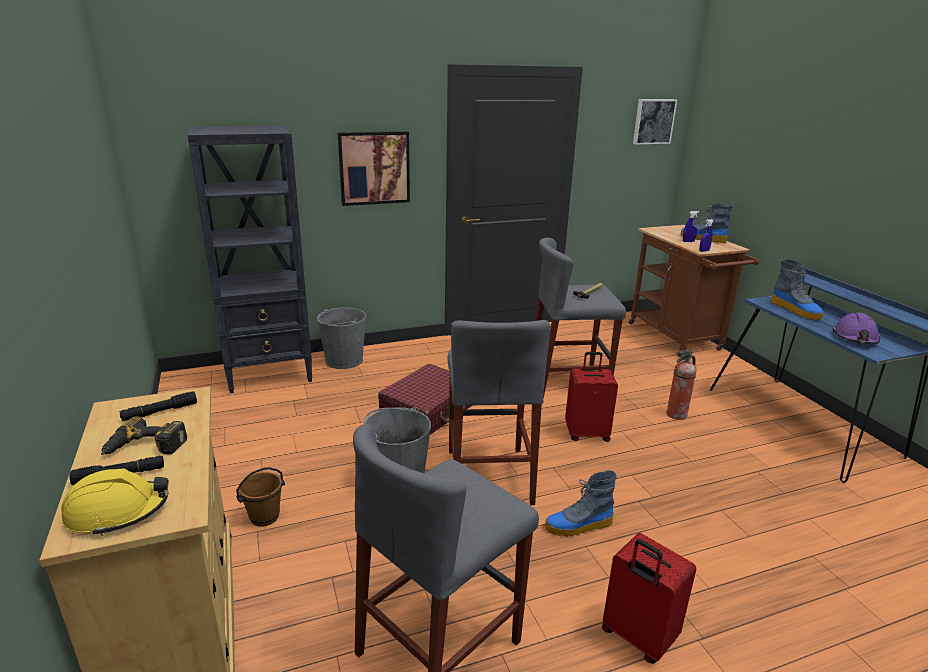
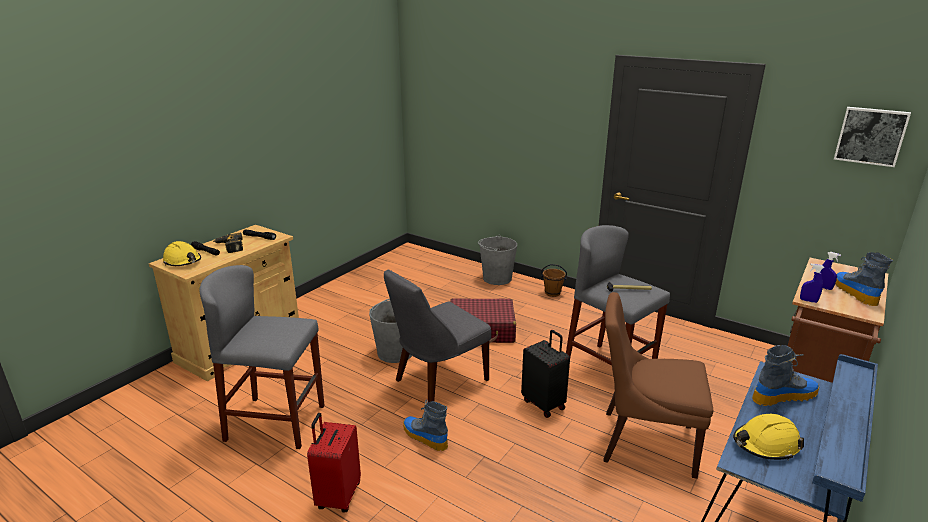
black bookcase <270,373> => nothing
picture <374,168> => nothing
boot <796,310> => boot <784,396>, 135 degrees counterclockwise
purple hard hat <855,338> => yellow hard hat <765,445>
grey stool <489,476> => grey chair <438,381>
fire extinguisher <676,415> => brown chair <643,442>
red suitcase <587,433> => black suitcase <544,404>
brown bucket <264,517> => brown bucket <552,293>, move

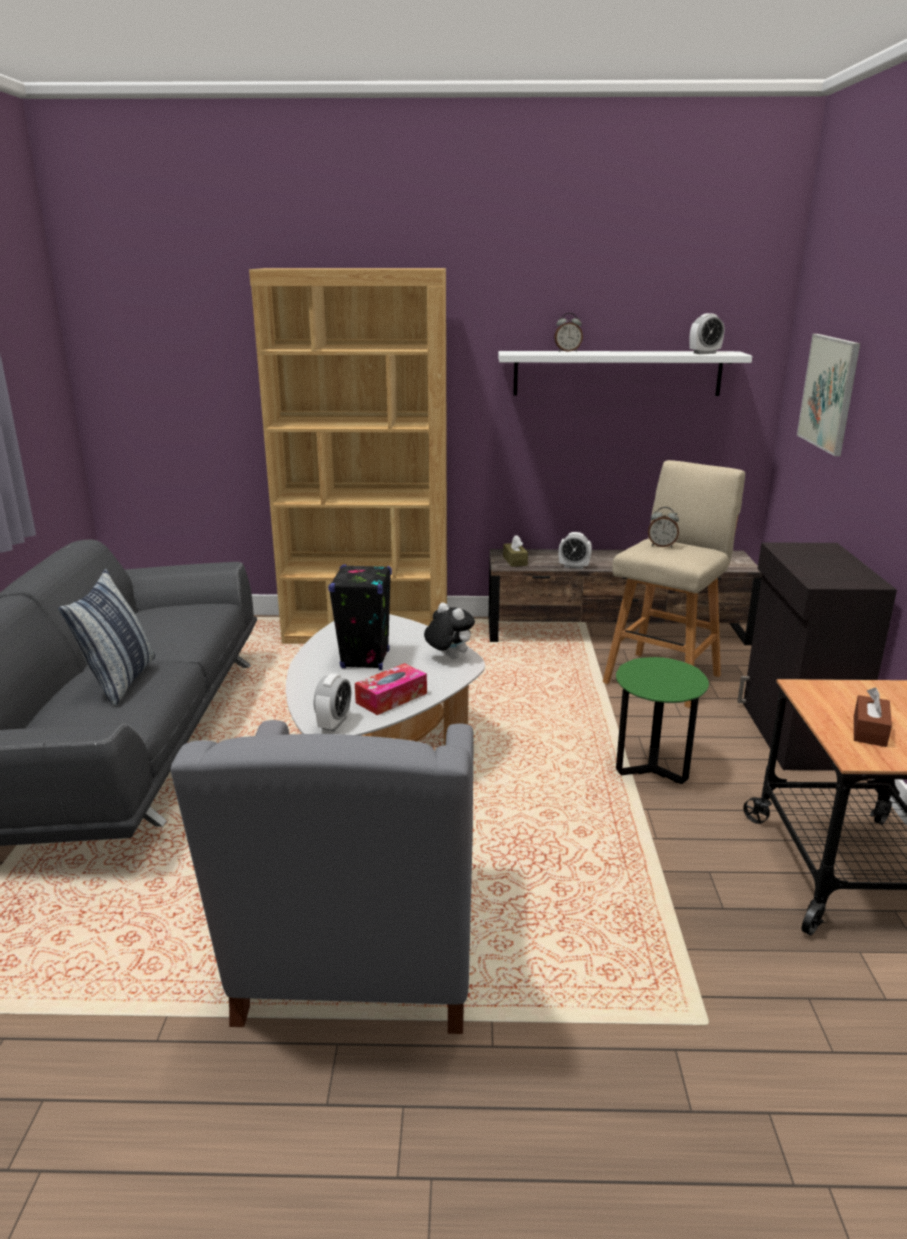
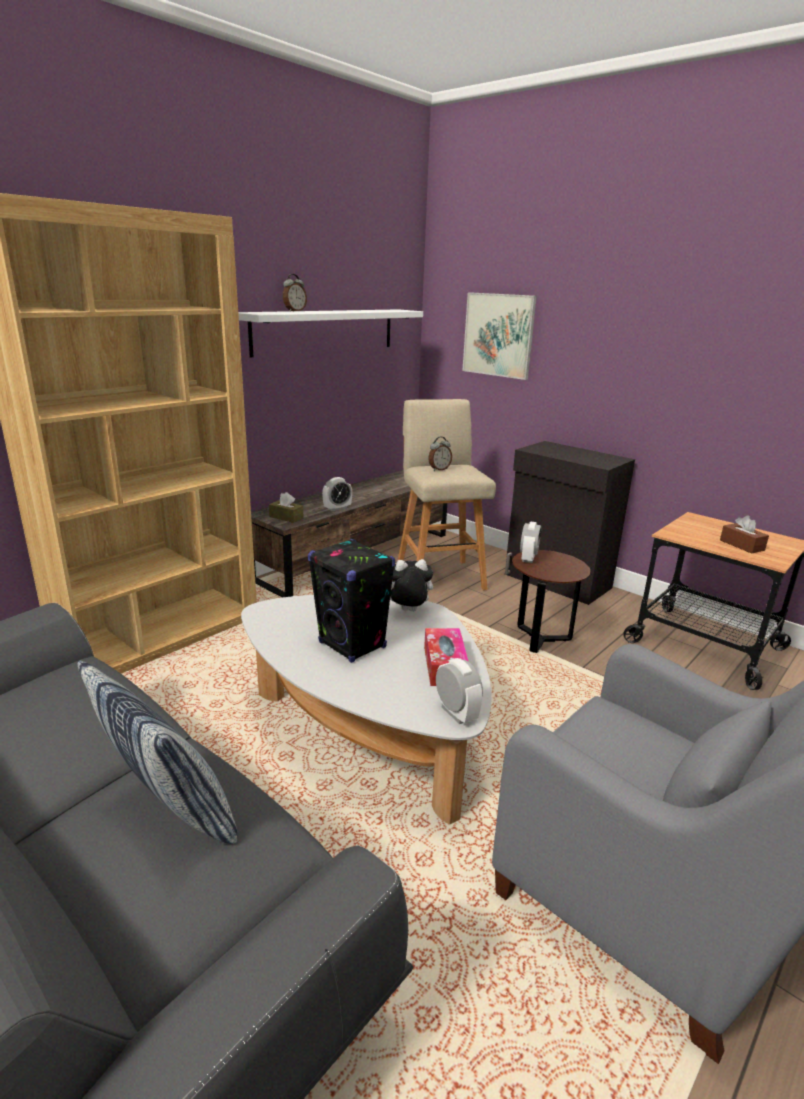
alarm clock <704,353> => alarm clock <528,558>, move
green side table <652,769> => brown side table <540,639>

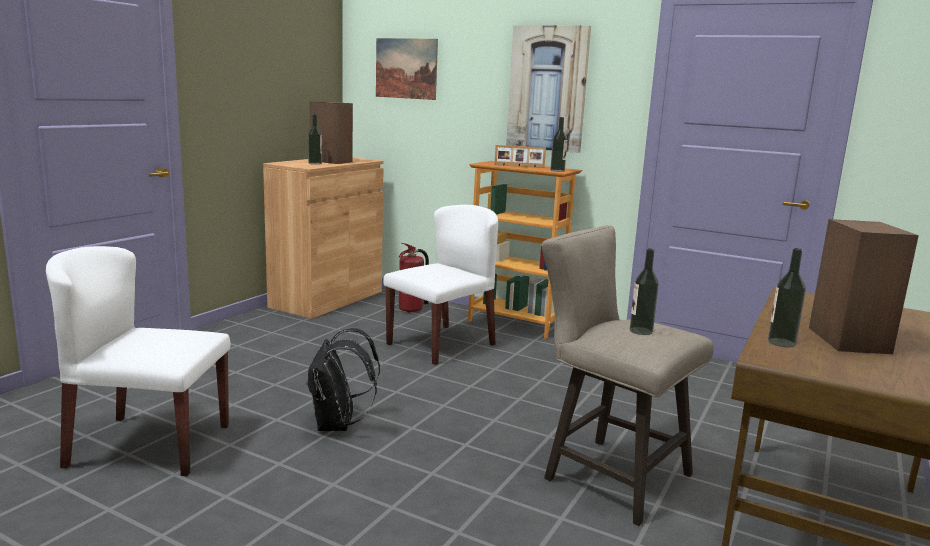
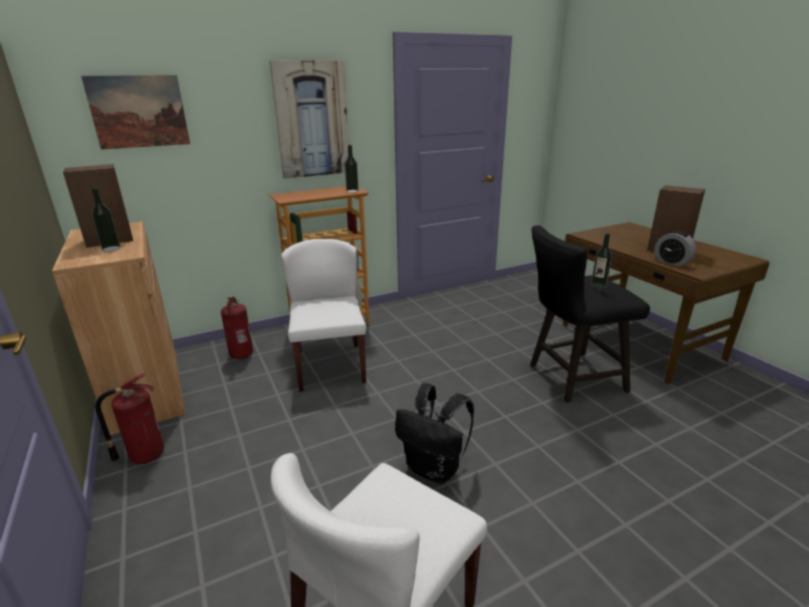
picture frame <519,166> => nothing
beige stool <607,474> => black stool <570,378>
bottle <781,342> => alarm clock <671,262>
nothing => fire extinguisher <145,455>

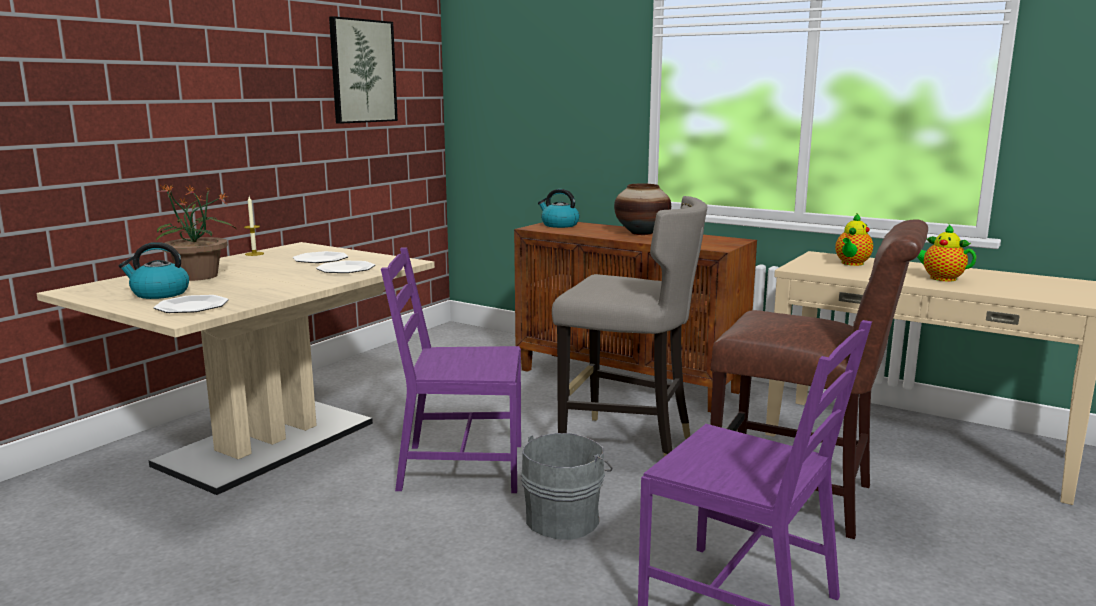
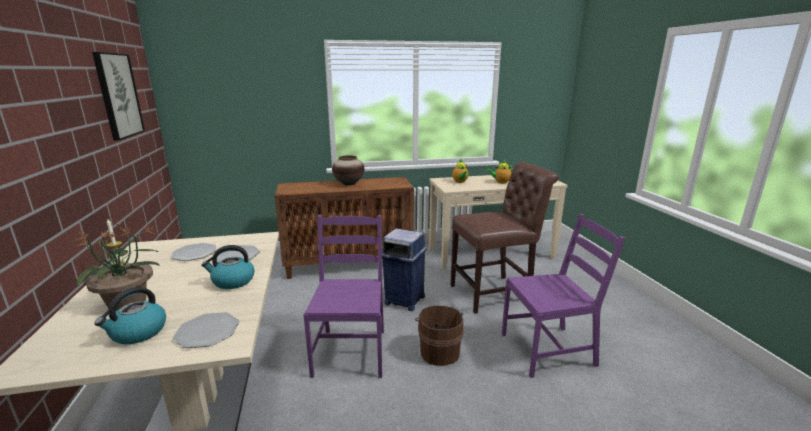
kettle <559,225> => kettle <233,281>, move
grey stool <627,446> => blue trash can <404,300>
purple chair <460,467> => purple chair <350,351>, 135 degrees clockwise
grey bucket <565,518> => brown bucket <439,351>

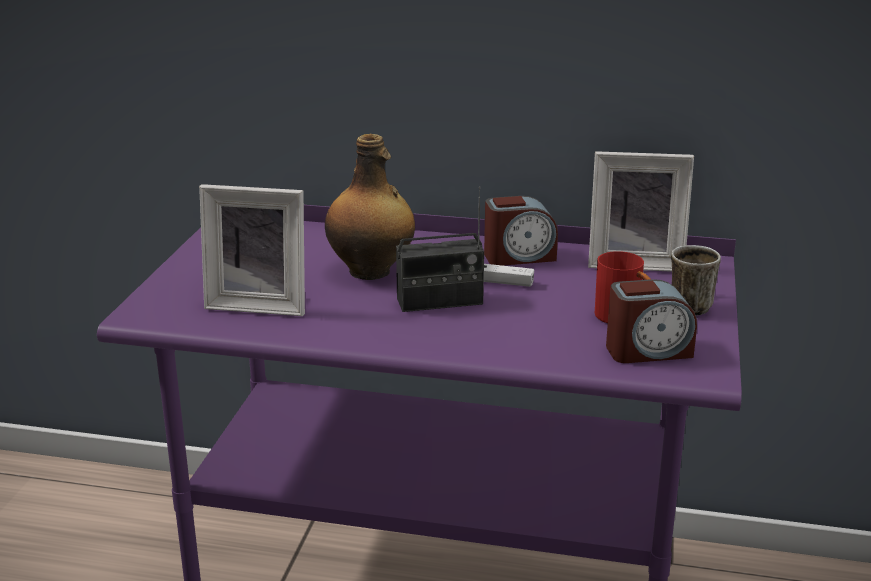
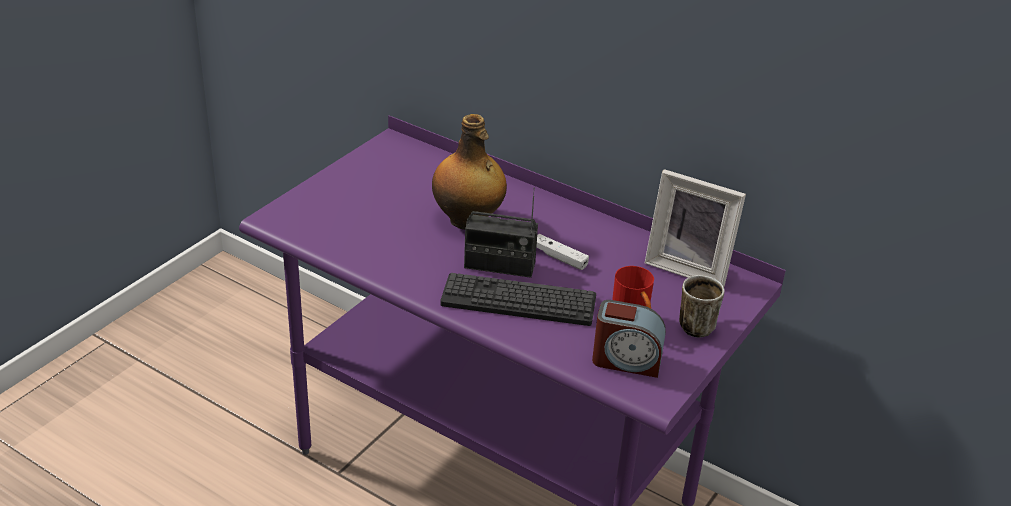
picture frame <260,303> => nothing
alarm clock <519,256> => nothing
nothing => keyboard <518,301>

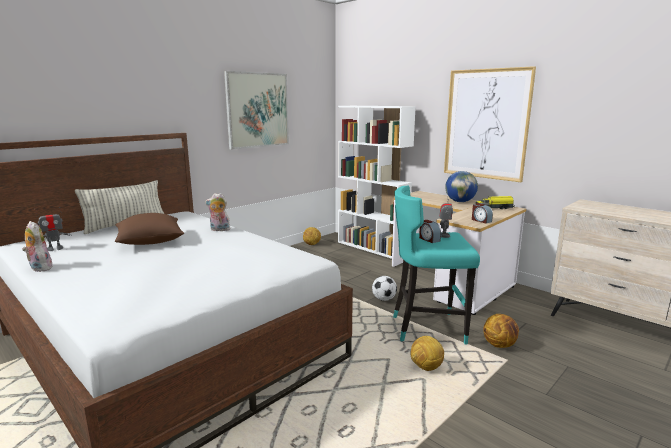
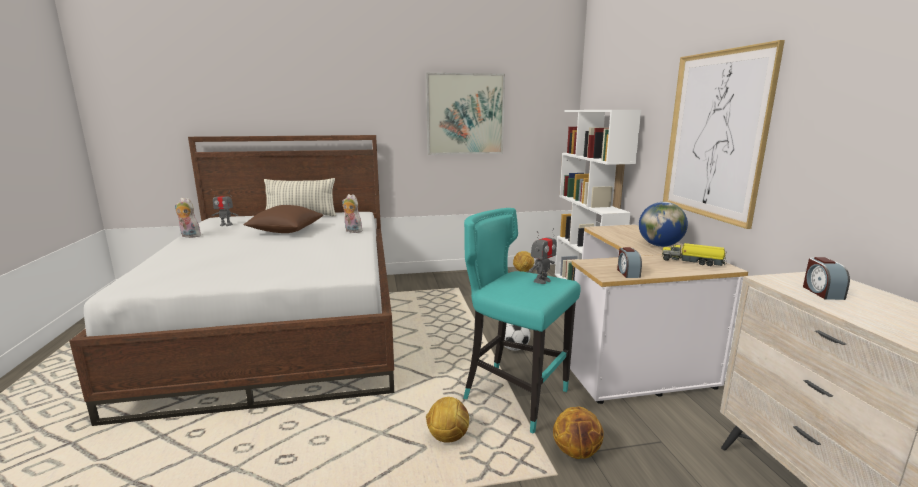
alarm clock <429,239> => alarm clock <822,292>, move
plush toy <39,268> => plush toy <189,236>, 60 degrees counterclockwise

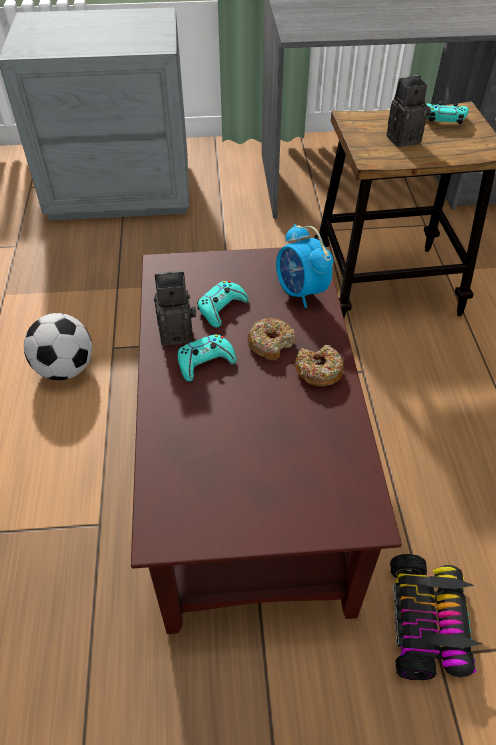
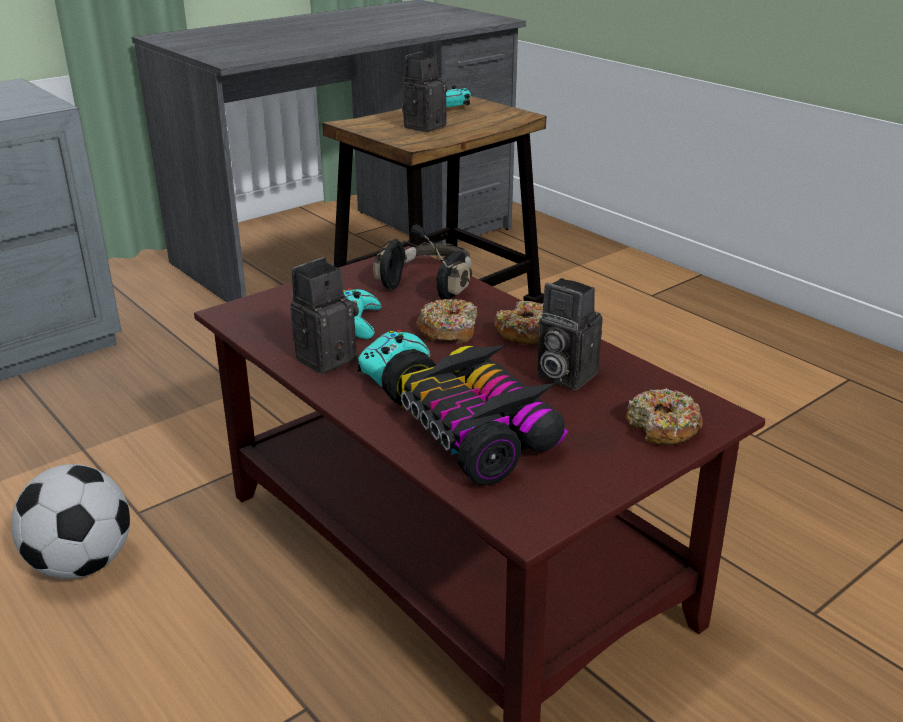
alarm clock <301,292> => black headphones <430,284>
toy car <429,623> => toy car <476,428>, move
nothing => photo camera <562,375>
nothing => donut <662,428>

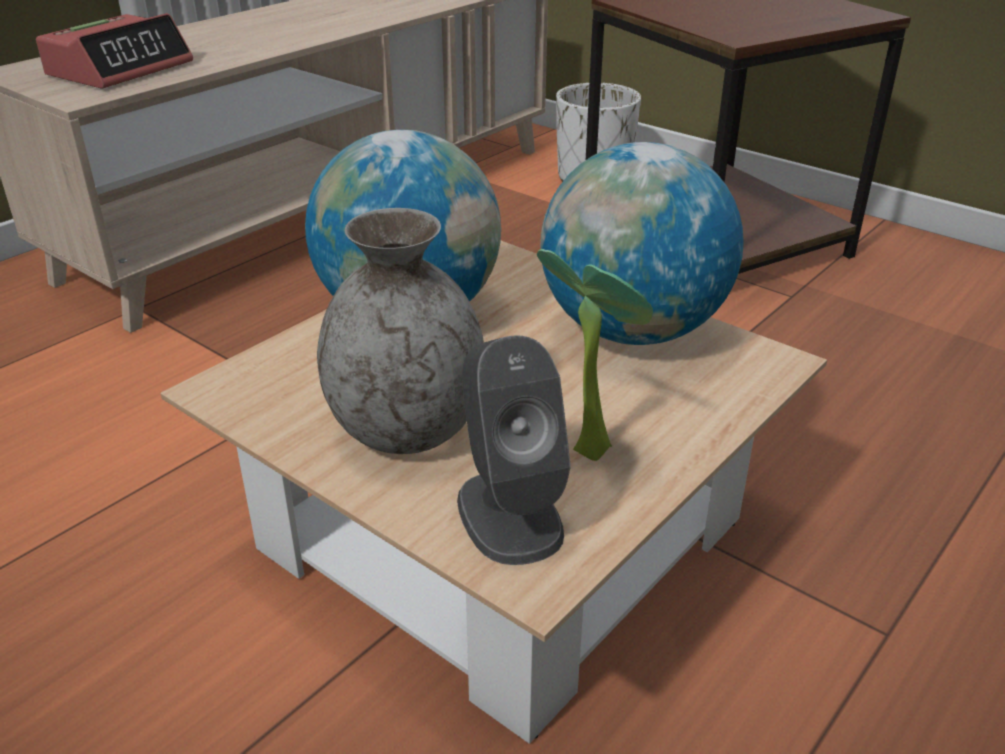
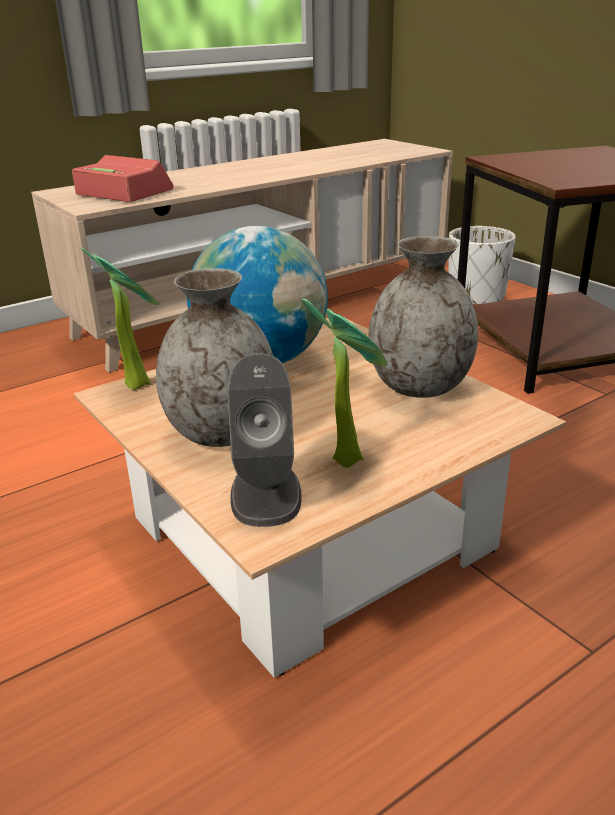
alarm clock <120,69> => alarm clock <124,193>, 105 degrees counterclockwise
globe <632,330> => grey vase <418,387>
nothing => potted plant <139,382>

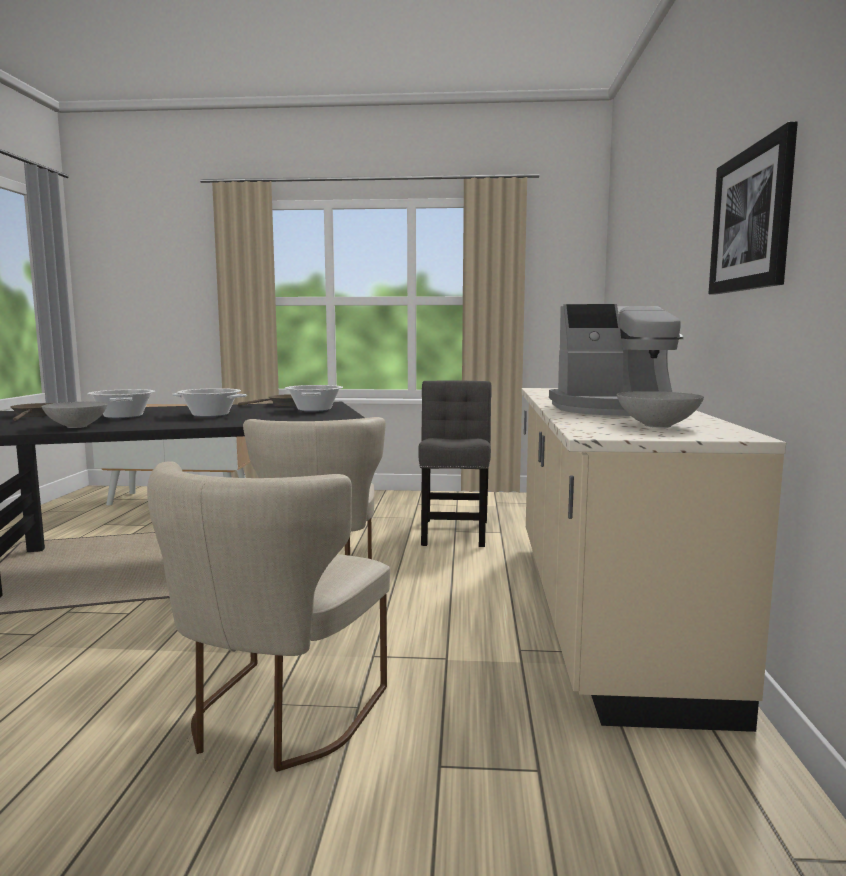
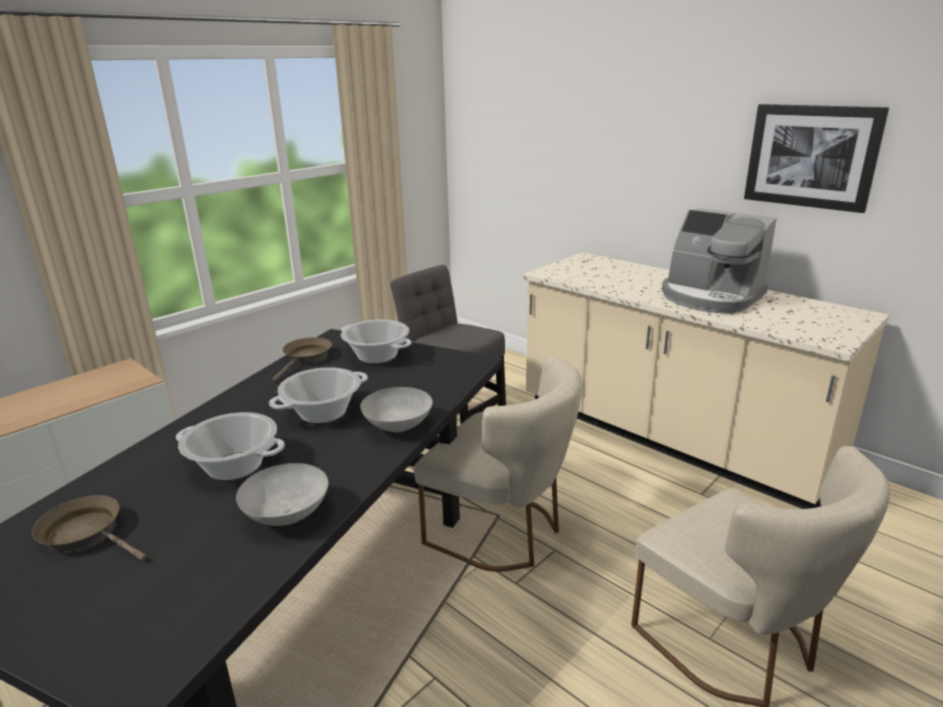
coffee machine <615,409> => coffee machine <710,297>, 90 degrees clockwise
grey bowl <659,426> => grey bowl <399,426>, move

